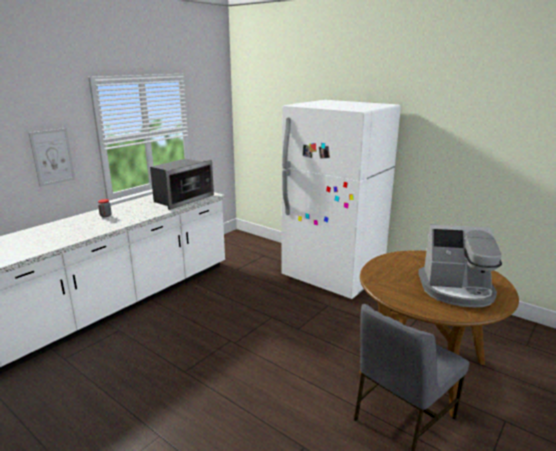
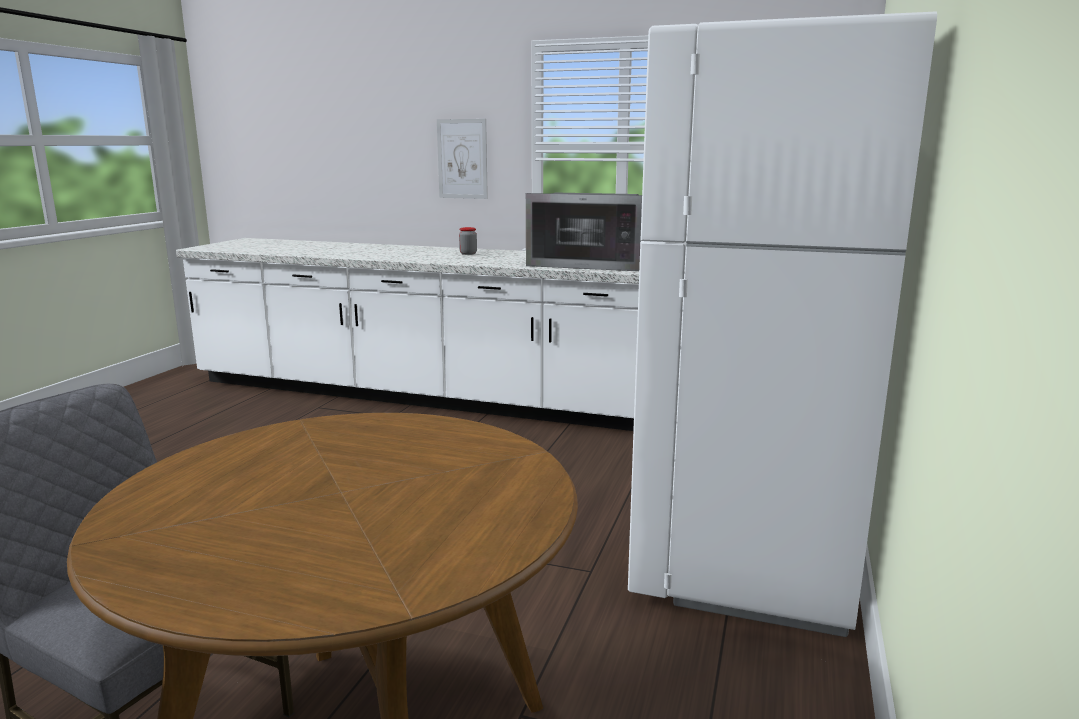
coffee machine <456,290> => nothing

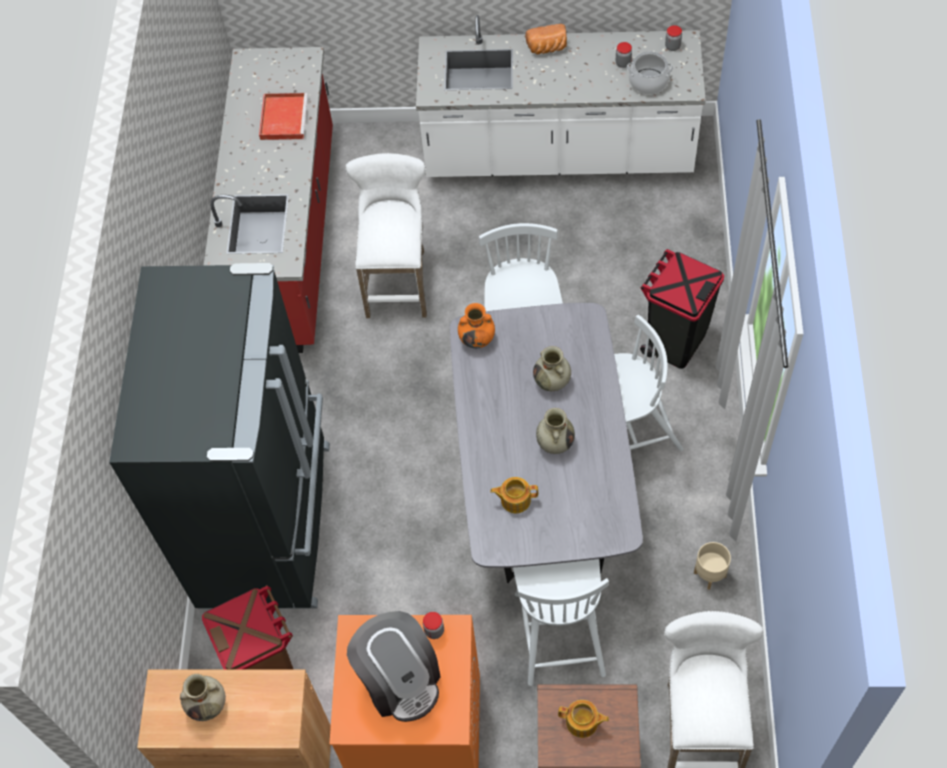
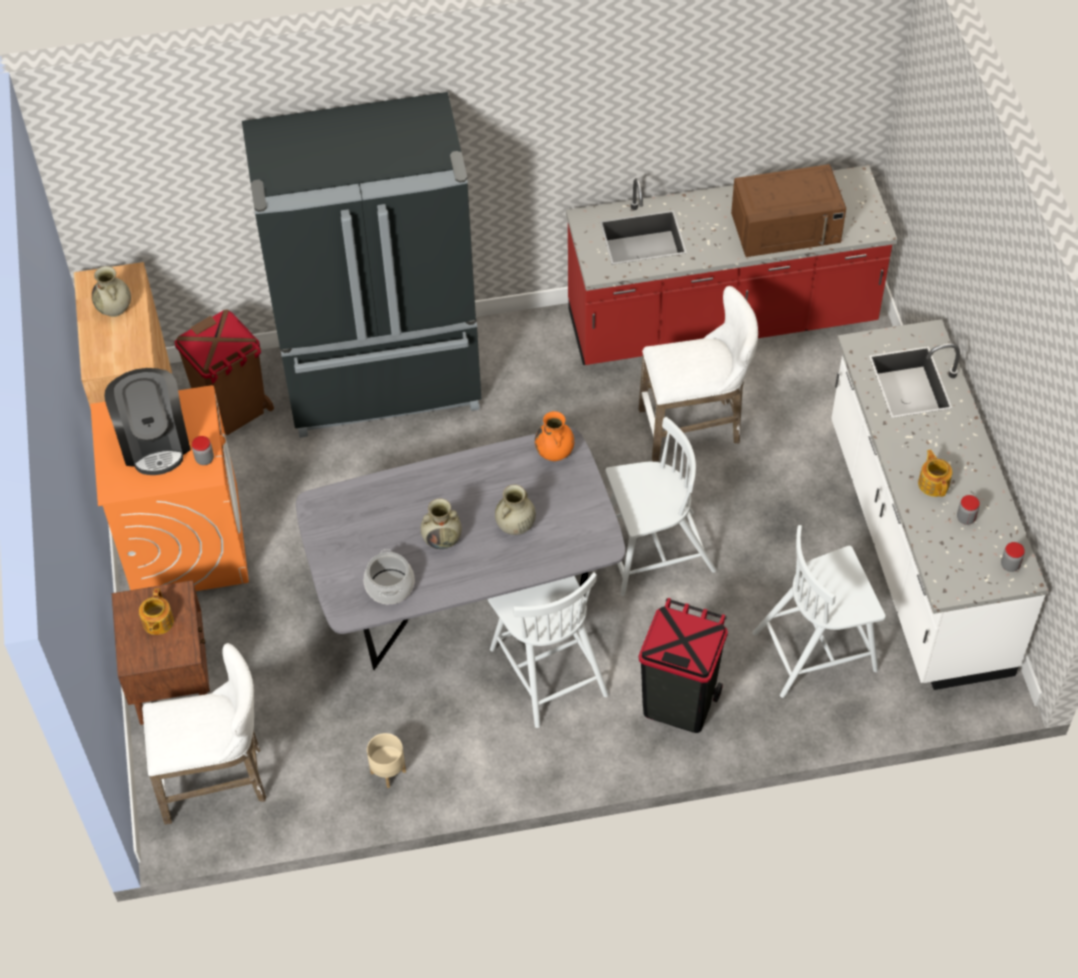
bread <547,48> => nothing
cooking pot <648,81> => cooking pot <390,586>, move
red tray <283,117> => brown microwave <786,227>
teapot <515,499> => teapot <933,483>, move
white chair <559,631> => white chair <817,650>, move
coffee machine <399,679> => coffee machine <155,442>, 60 degrees counterclockwise

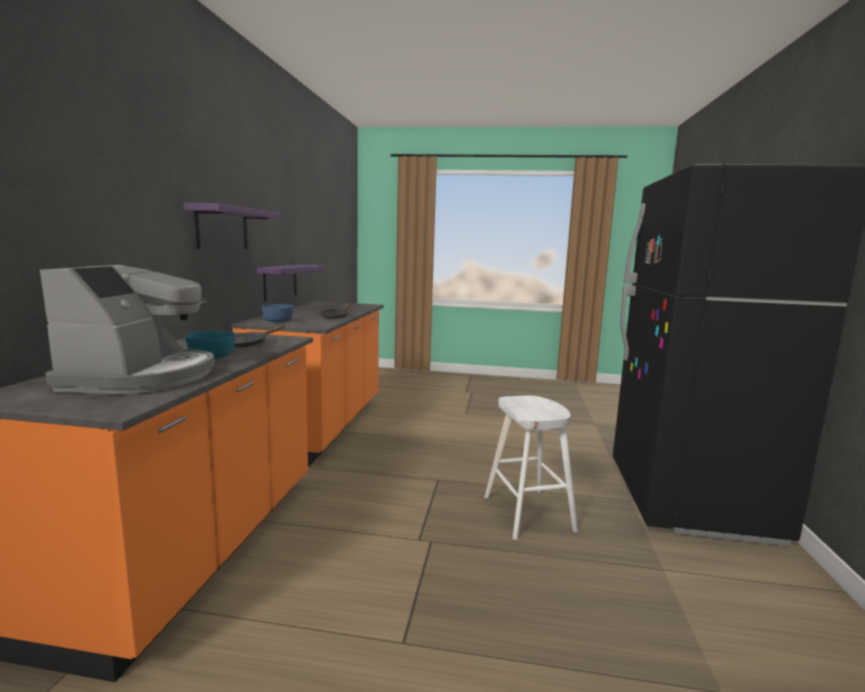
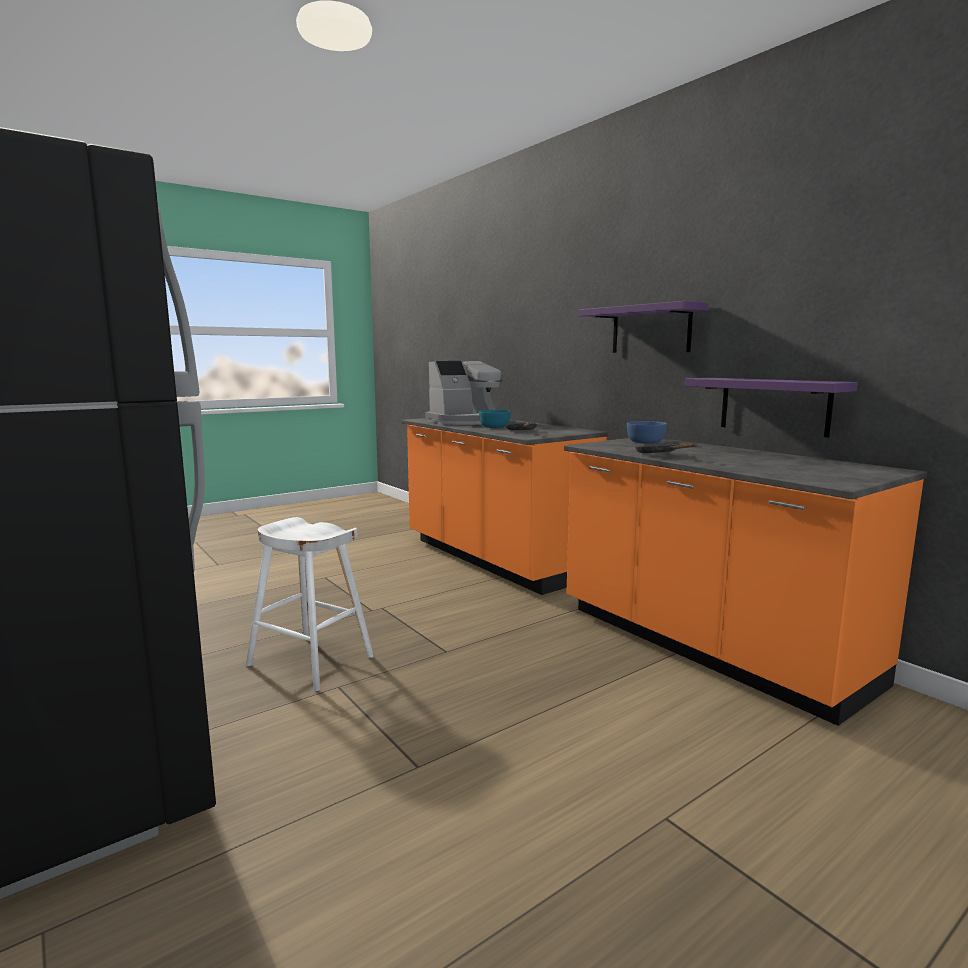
coffee machine <142,377> => coffee machine <466,421>, 75 degrees counterclockwise

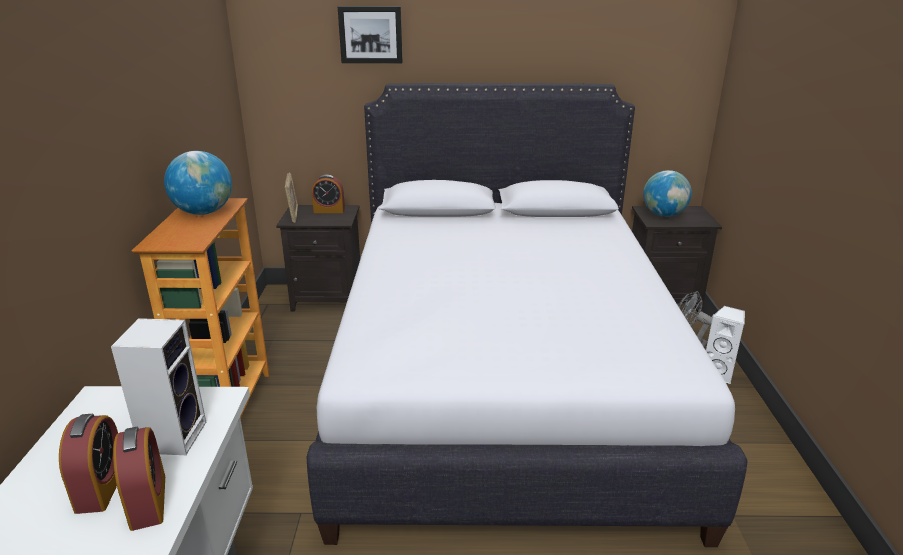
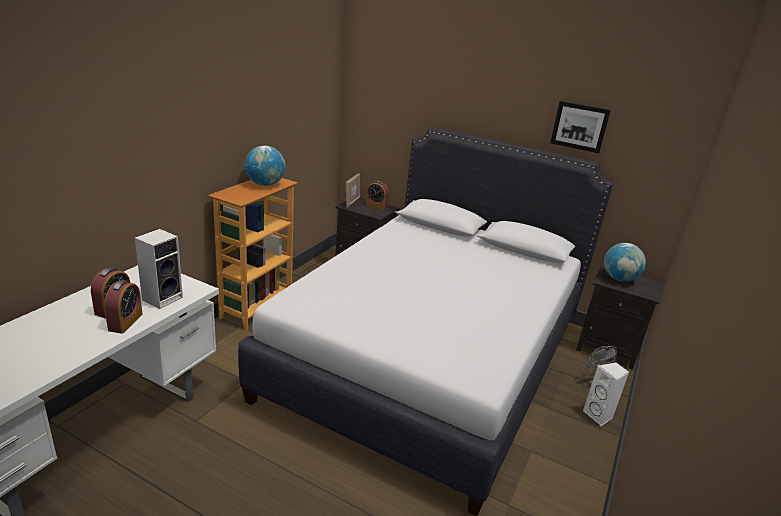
picture <370,34> => picture <580,126>, move

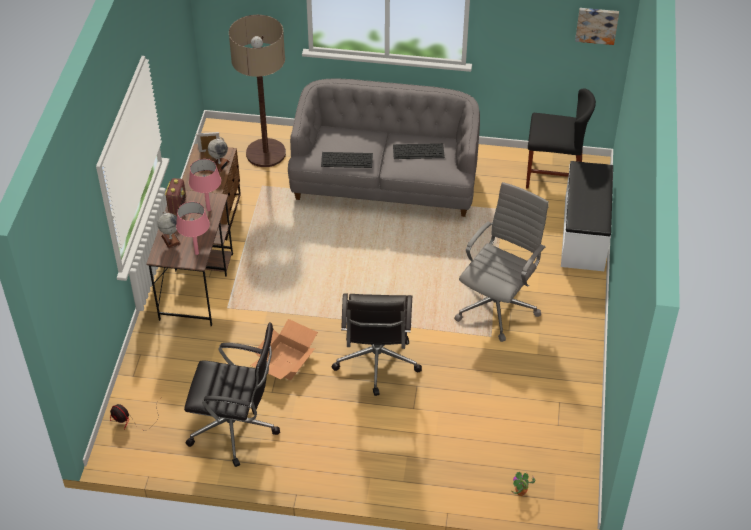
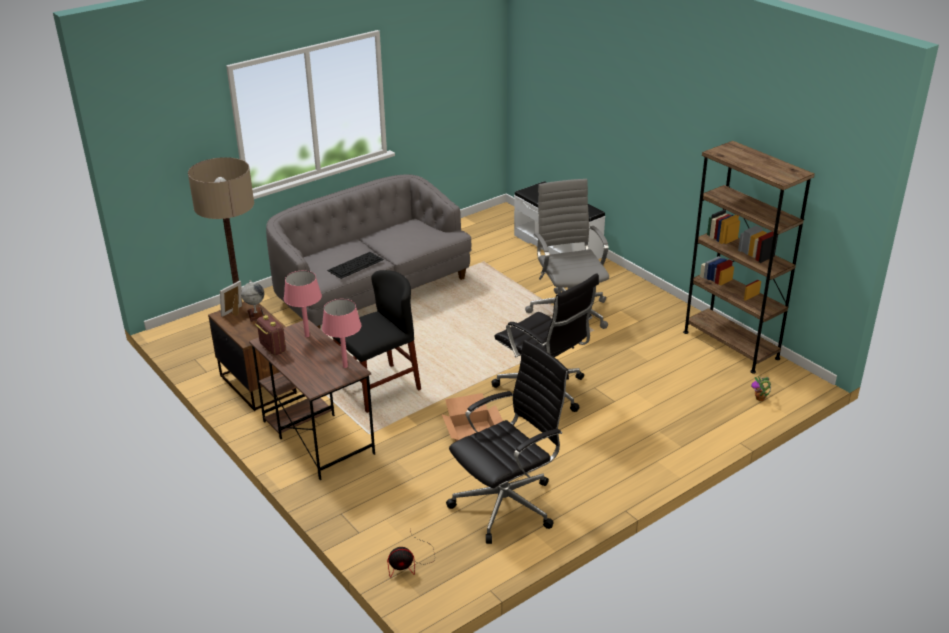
picture <596,25> => nothing
black chair <553,175> => black chair <379,388>, move
keyboard <419,151> => nothing
globe <170,240> => nothing
nothing => brown bookcase <730,345>

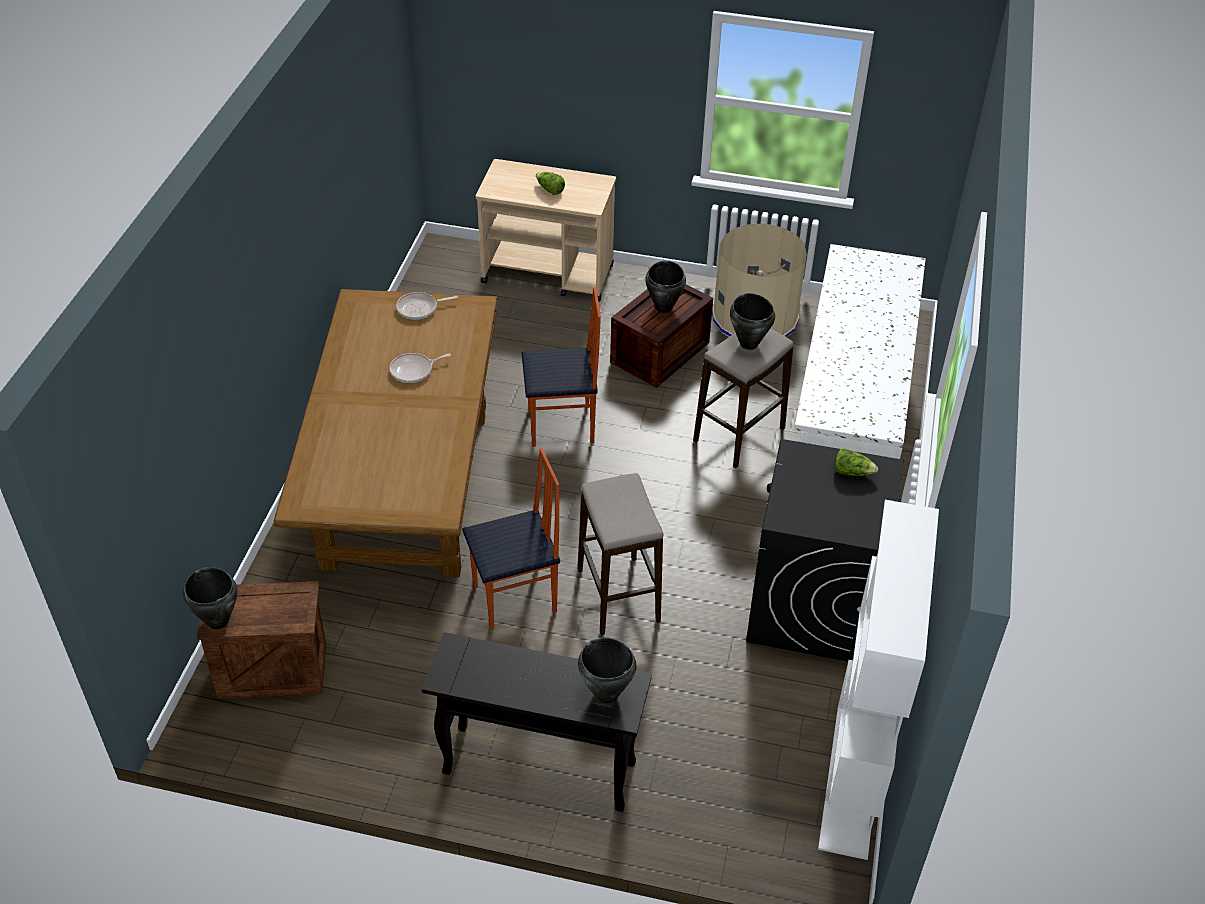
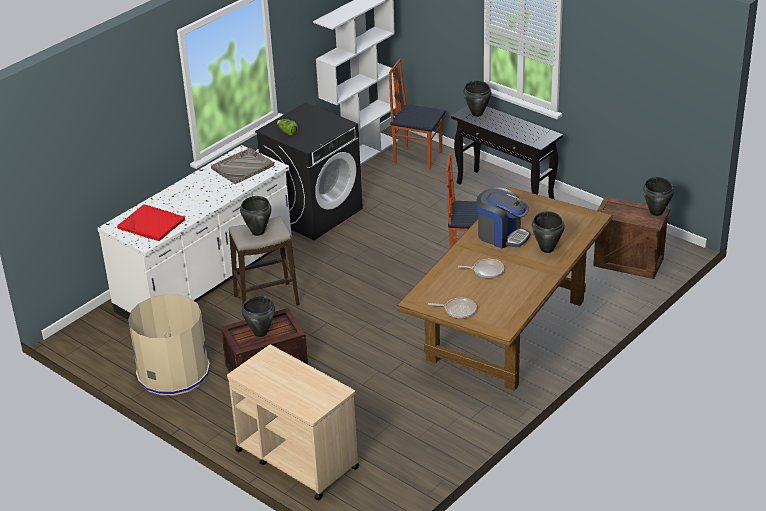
lettuce <550,189> => nothing
chair <561,427> => chair <417,157>, move
stool <618,595> => nothing
nothing => grey tray <243,167>
nothing => coffee machine <502,235>
nothing => red tray <151,224>
nothing => black cooking pot <547,249>

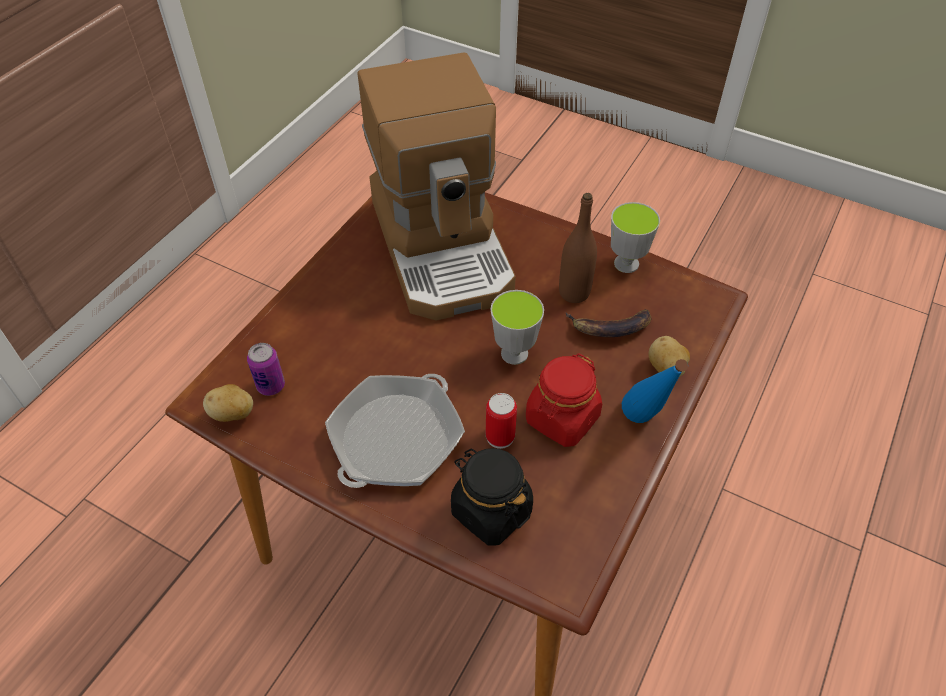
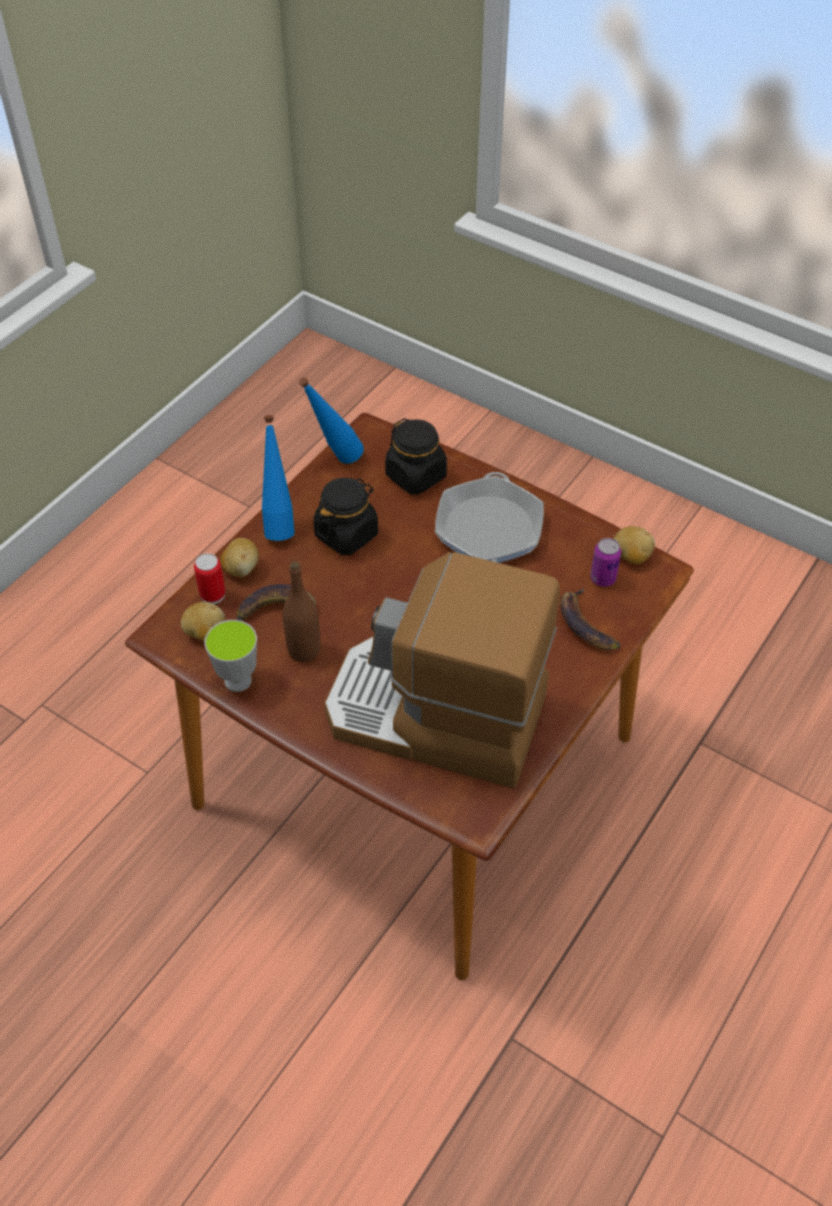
coffee machine <444,246> => coffee machine <435,717>, 60 degrees counterclockwise
cup <514,354> => nothing
red jar <562,419> => black jar <346,534>
frying pan <396,438> => frying pan <488,529>, 150 degrees clockwise
can <500,436> => can <212,595>, move
nothing => blue bottle <335,460>
nothing => banana <585,624>
nothing => potato <205,633>

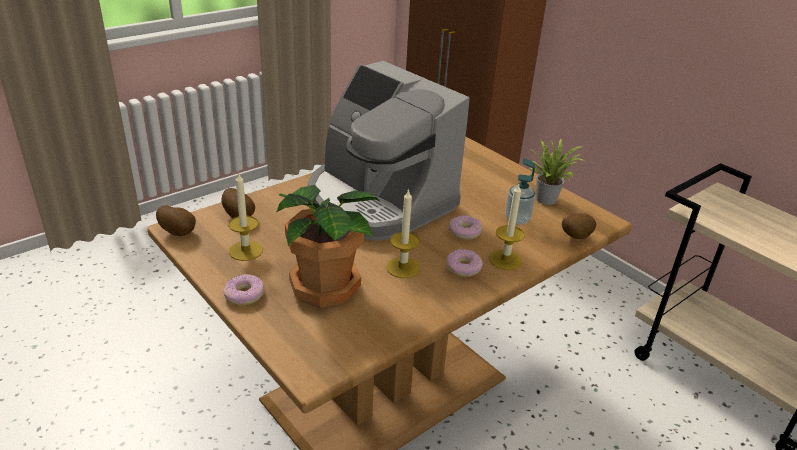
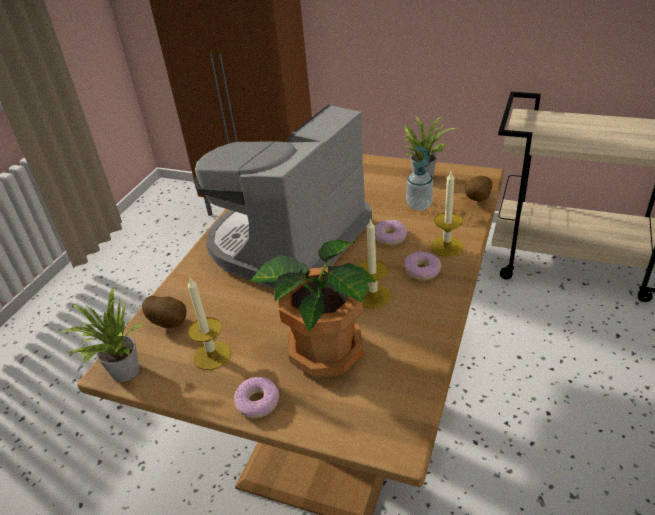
coffee machine <378,201> => coffee machine <288,243>, 105 degrees clockwise
potato <179,232> => potted plant <121,372>

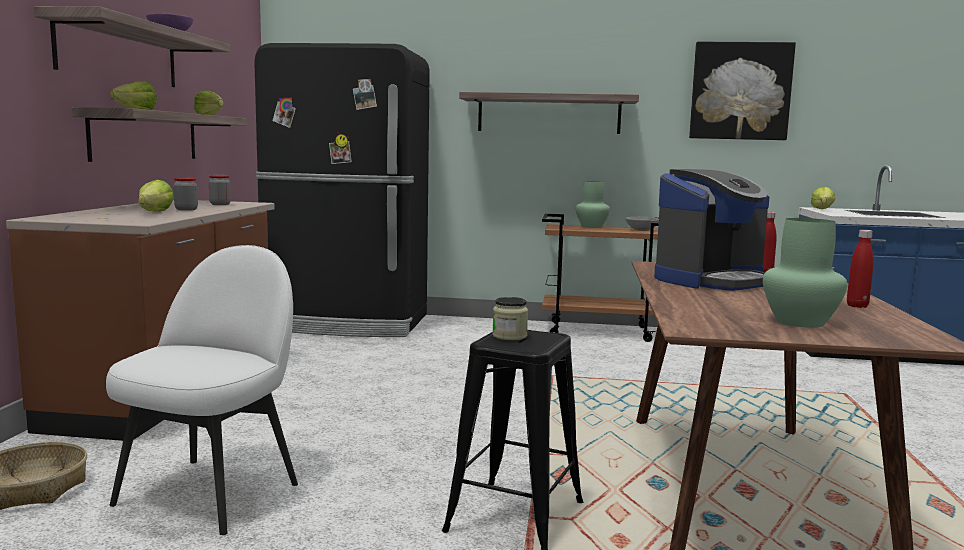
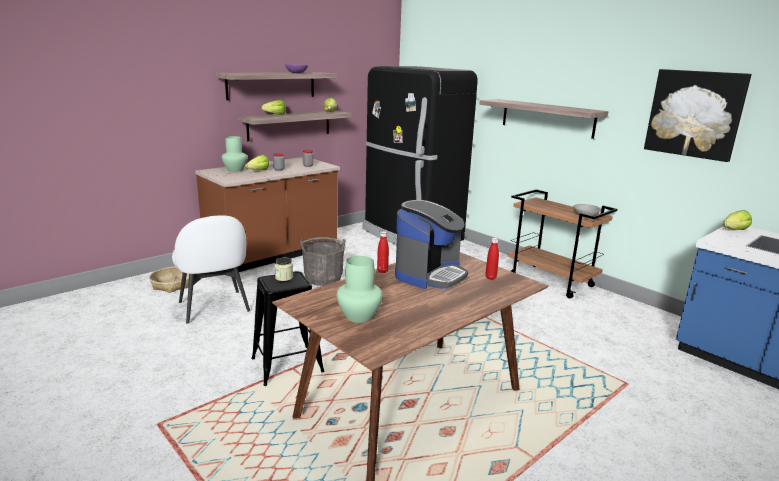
coffee machine <711,280> => coffee machine <430,274>, 60 degrees counterclockwise
green vase <592,226> => green vase <235,170>, move
red bottle <857,306> => red bottle <382,271>, move
white chair <211,492> => white chair <214,307>, 90 degrees clockwise
nothing => grey bucket <323,278>

